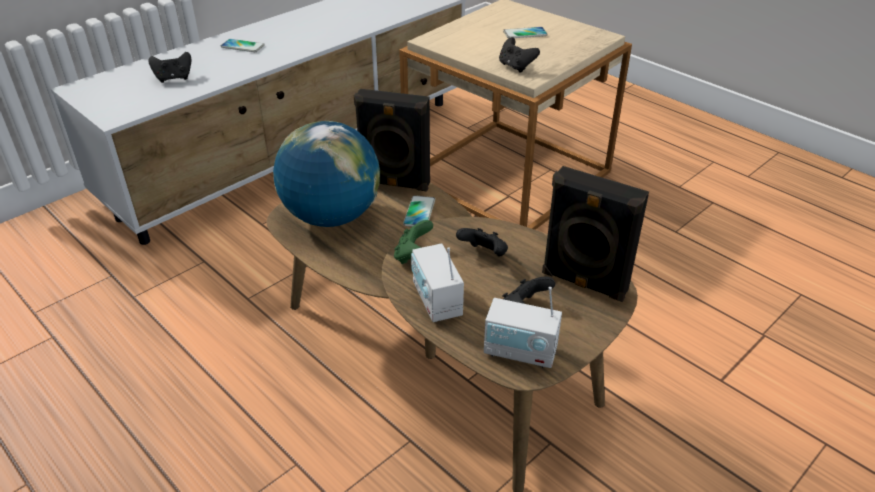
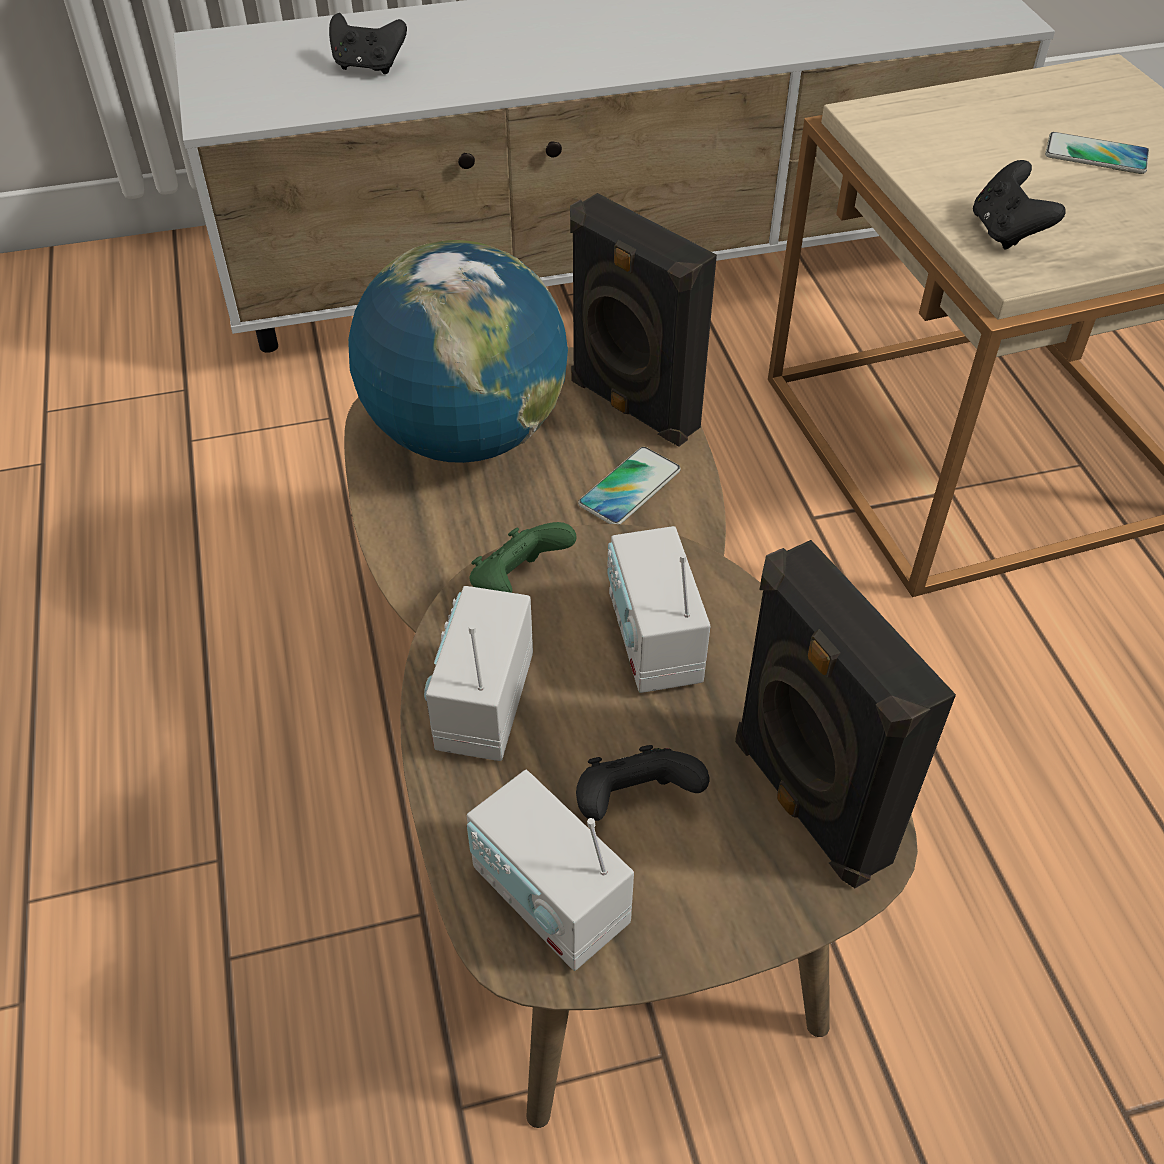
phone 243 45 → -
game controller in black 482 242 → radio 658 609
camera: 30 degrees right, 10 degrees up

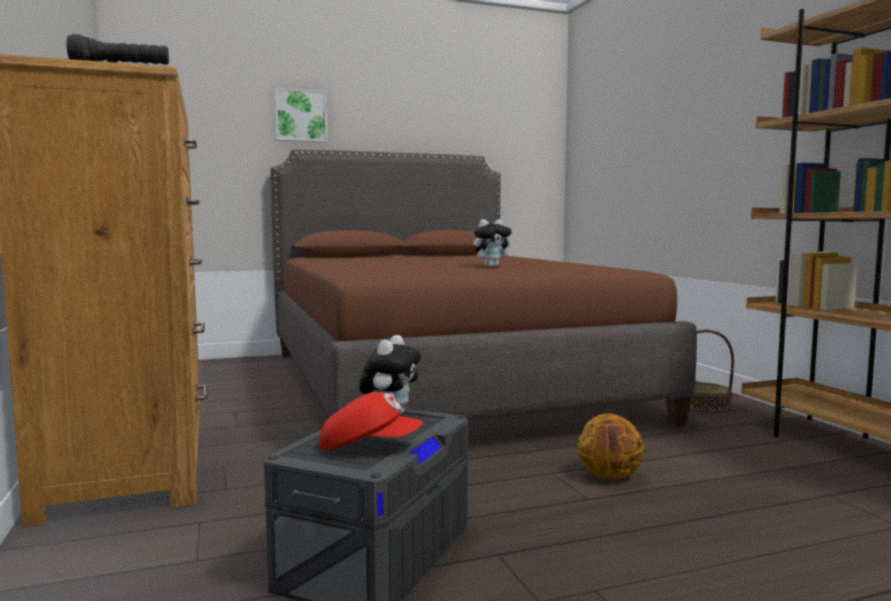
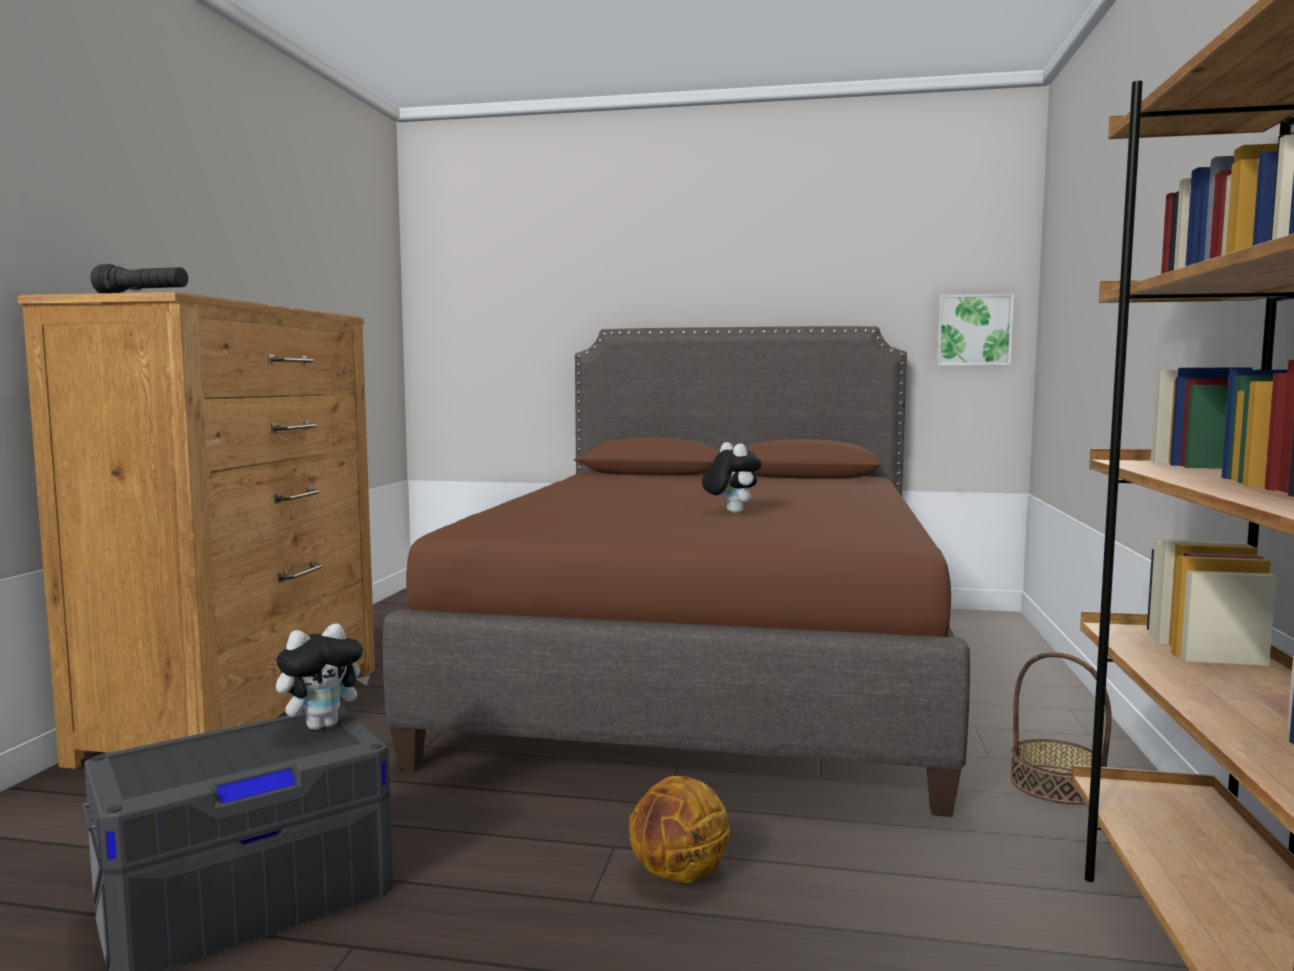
picture 301 115 → picture 975 330, relocated
cap in red 371 421 → -
plush toy 493 243 → plush toy 732 477, 120 degrees counterclockwise
camera: 30 degrees right, 0 degrees up

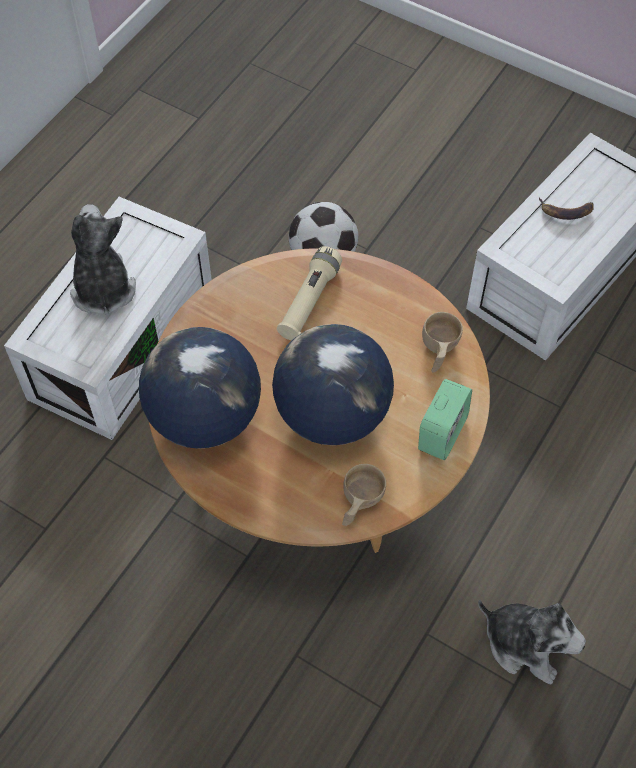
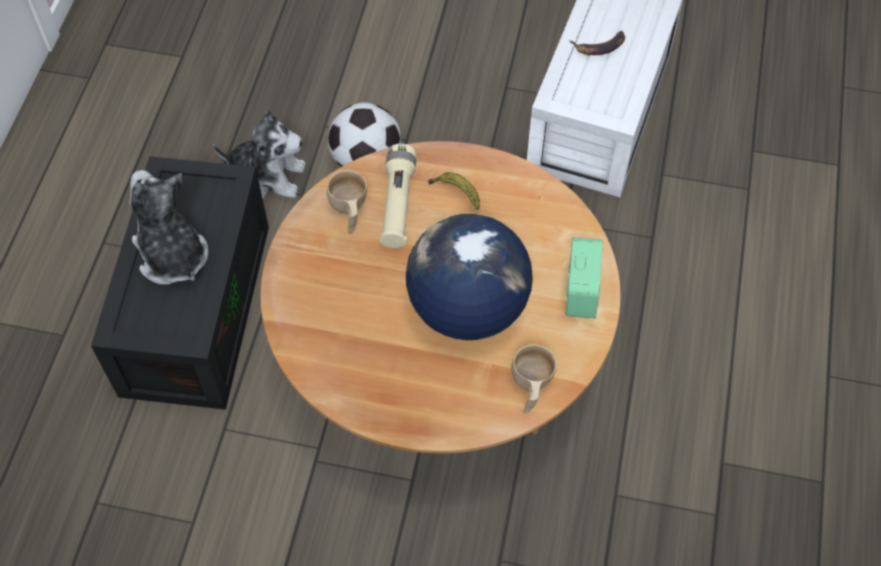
storage box in white 108 318 → storage box in black 180 283
globe 200 388 → -
cup in beige 442 342 → cup in beige 347 201, relocated
plush toy 532 642 → plush toy 259 154, relocated
- → banana 454 191
camera: 20 degrees left, 0 degrees up

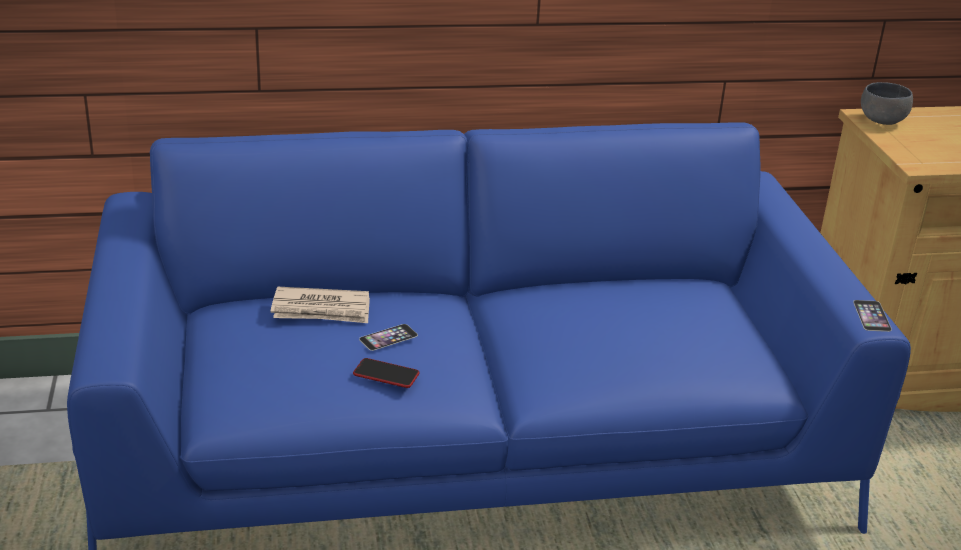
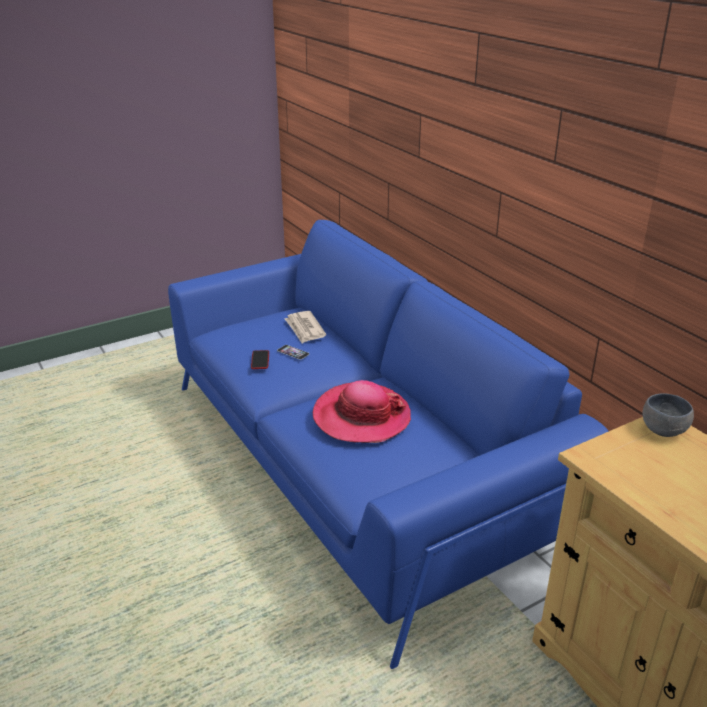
phone 872 316 → -
- → hat 362 411
camera: 70 degrees right, 0 degrees up

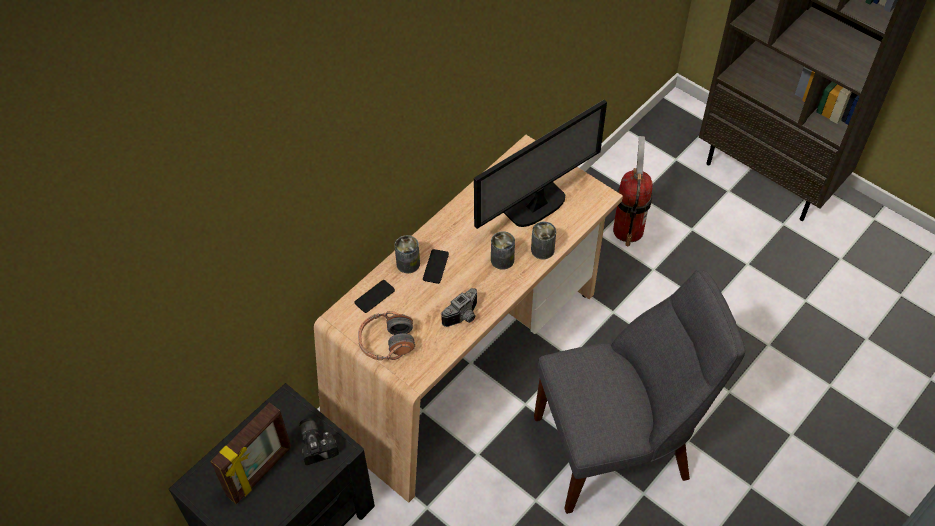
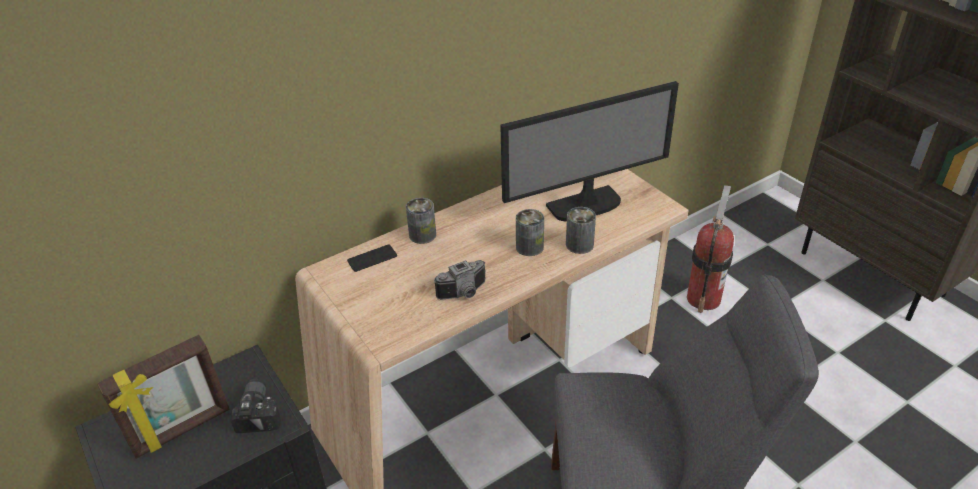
headphones 386 335 → -
phone 436 266 → -
camera: 15 degrees right, 15 degrees down

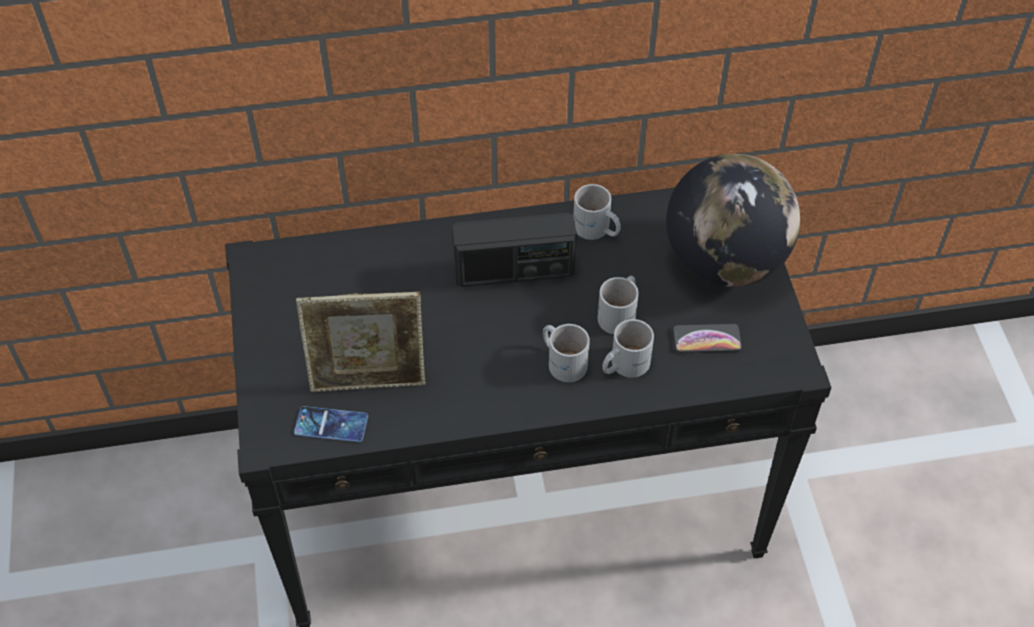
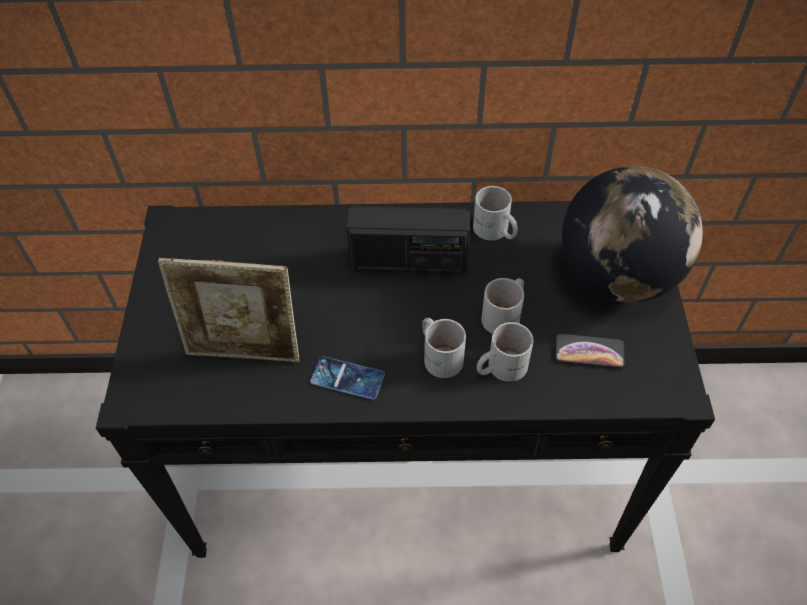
phone 331 424 → phone 347 378, relocated
camera: 10 degrees right, 0 degrees up

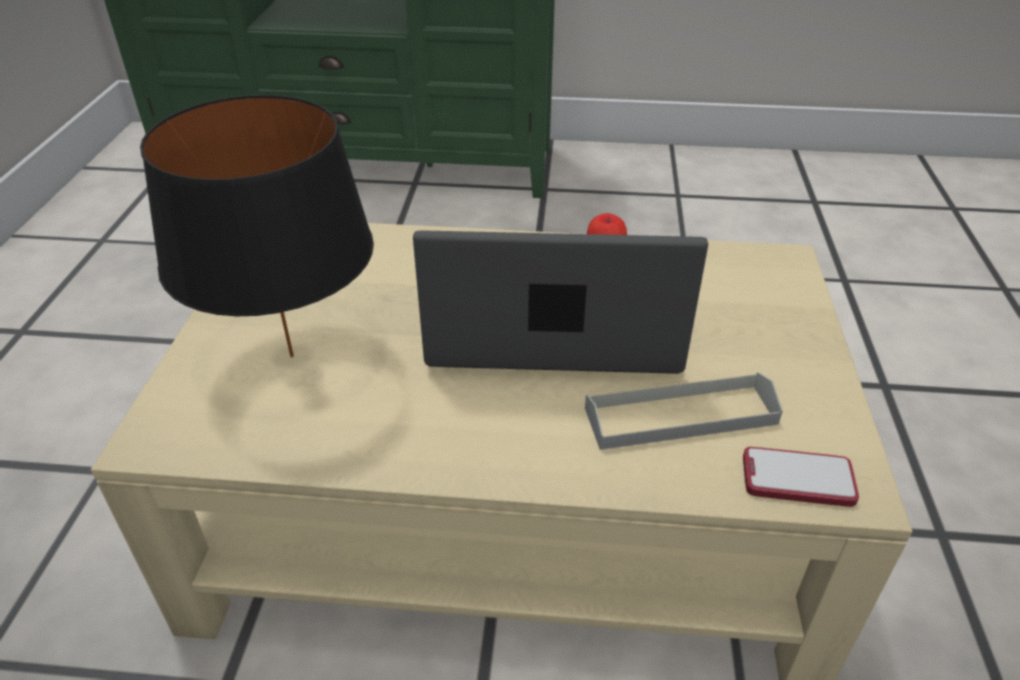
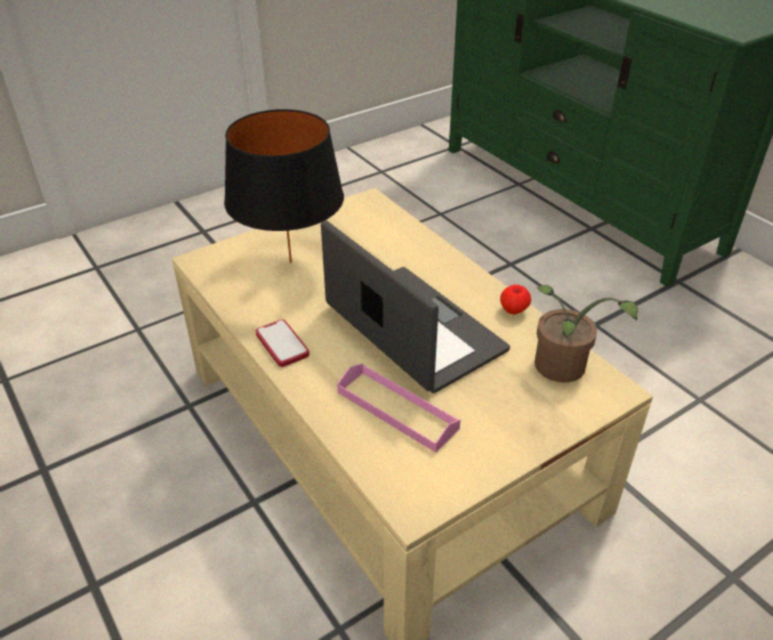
tray in grey 684 411 → tray in pink 399 408
phone 801 477 → phone 282 343, relocated
- → potted plant 586 333
camera: 50 degrees right, 0 degrees up

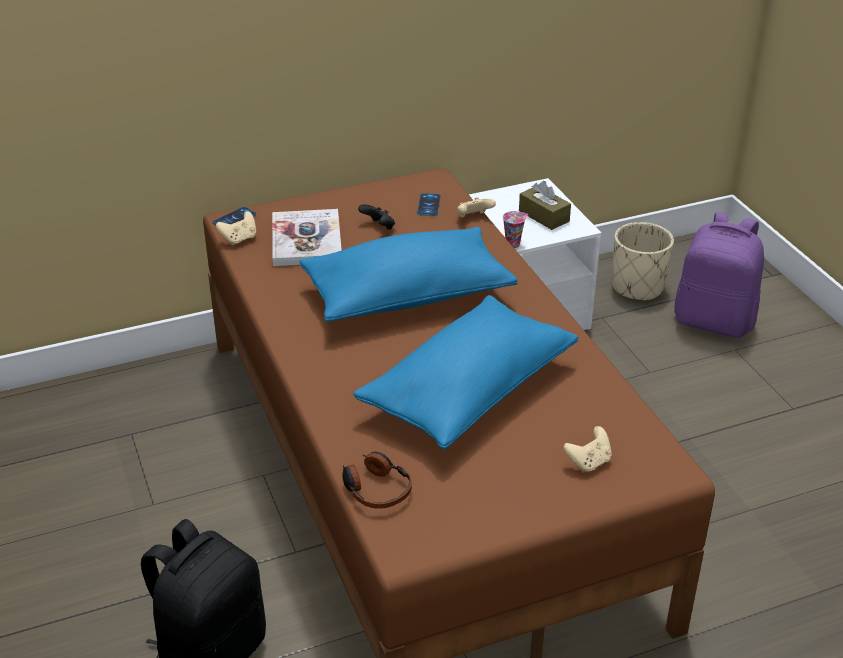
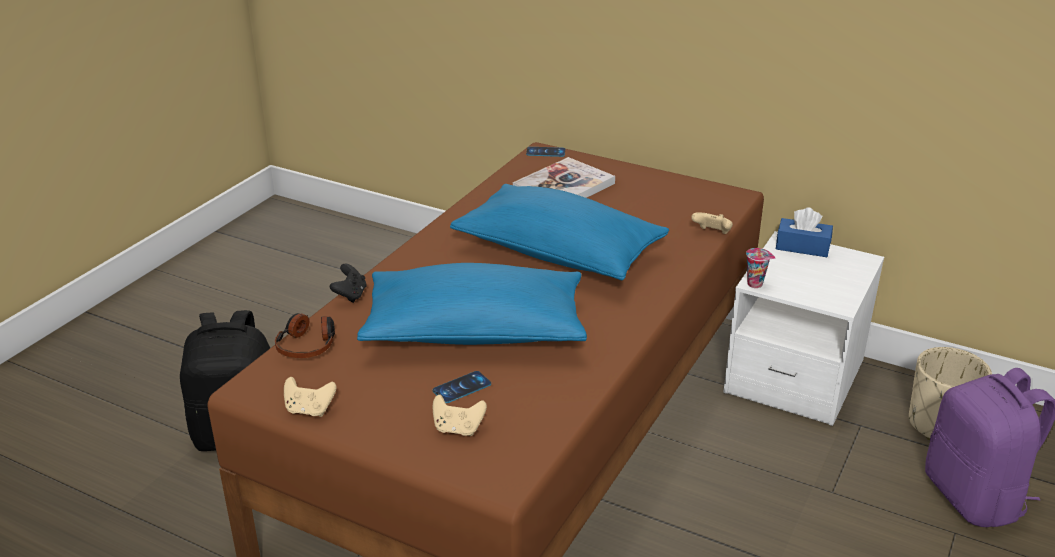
game controller in beige 236 228 → game controller in beige 310 397, relocated
game controller in black 376 217 → game controller in black 348 283, relocated
phone 429 204 → phone 461 387, relocated
tissue box in brown 545 205 → -
- → tissue box in blue 804 232
camera: 50 degrees right, 5 degrees down

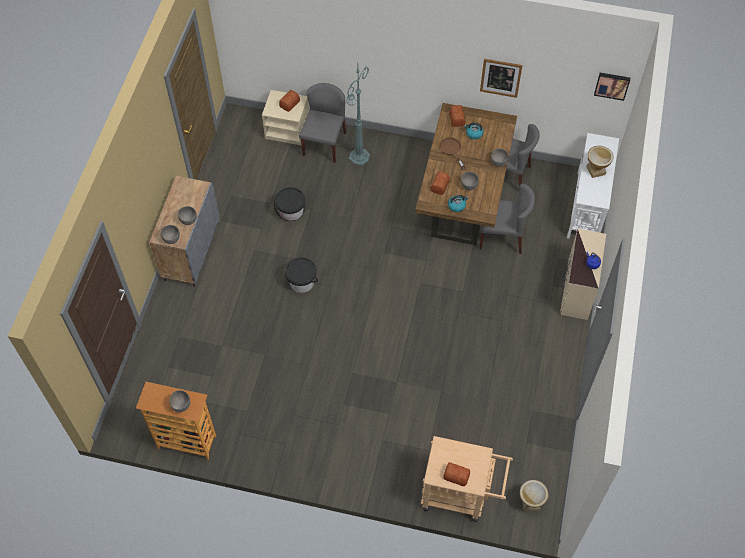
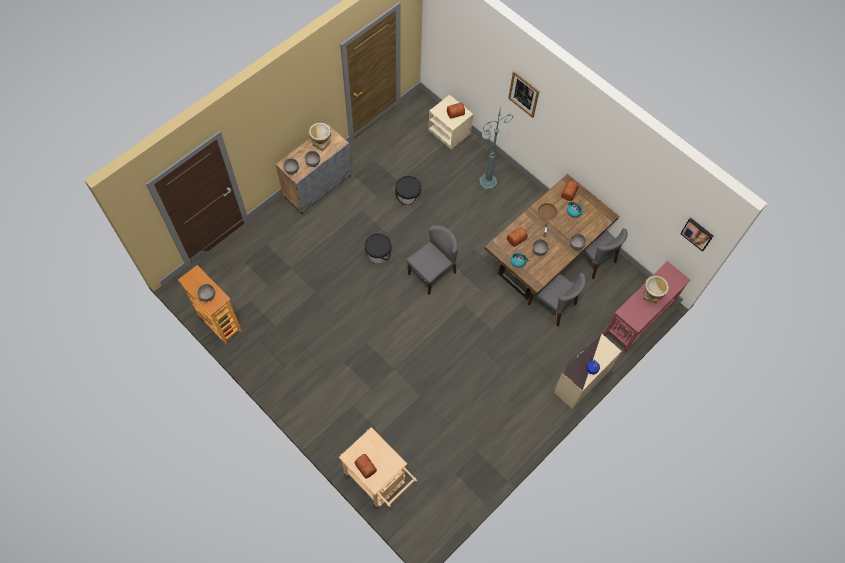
chair in grey 322 123 → chair in grey 432 260, relocated
picture 501 78 → picture 523 94, relocated
vase 534 495 → vase 320 136, relocated
console table in white 593 185 → console table in red 647 307
camera: 30 degrees right, 5 degrees up

